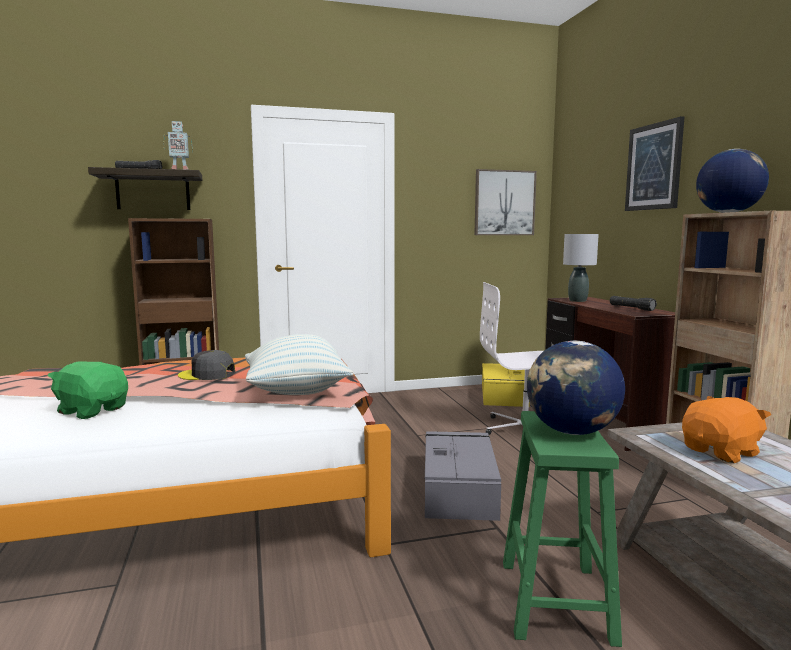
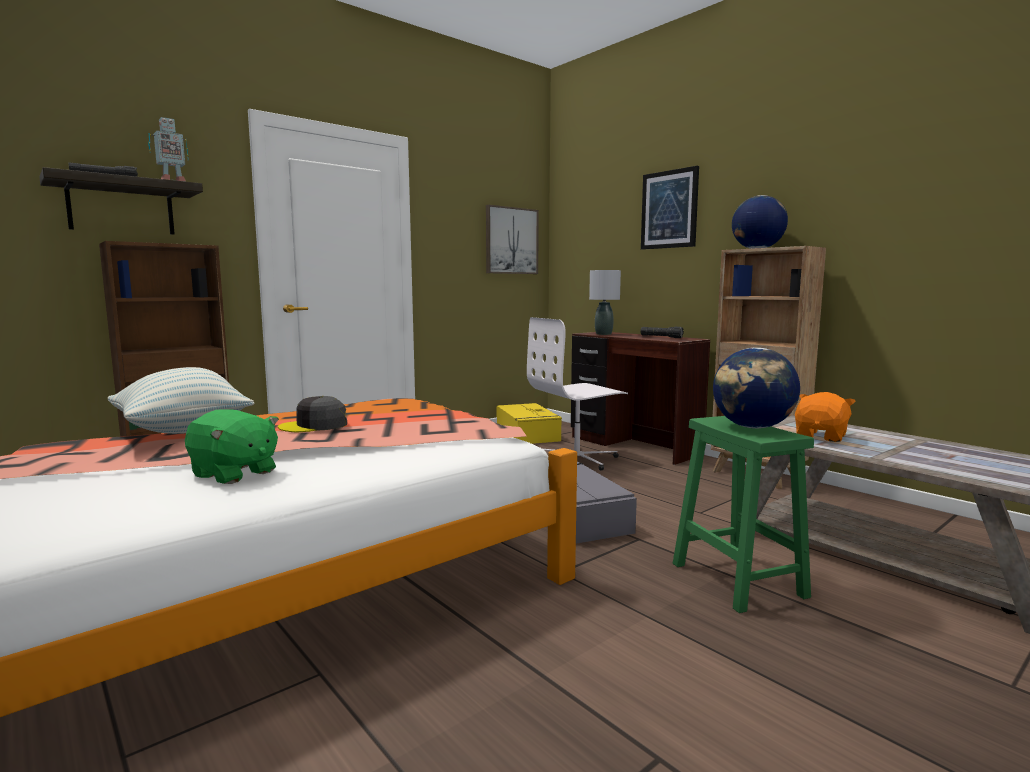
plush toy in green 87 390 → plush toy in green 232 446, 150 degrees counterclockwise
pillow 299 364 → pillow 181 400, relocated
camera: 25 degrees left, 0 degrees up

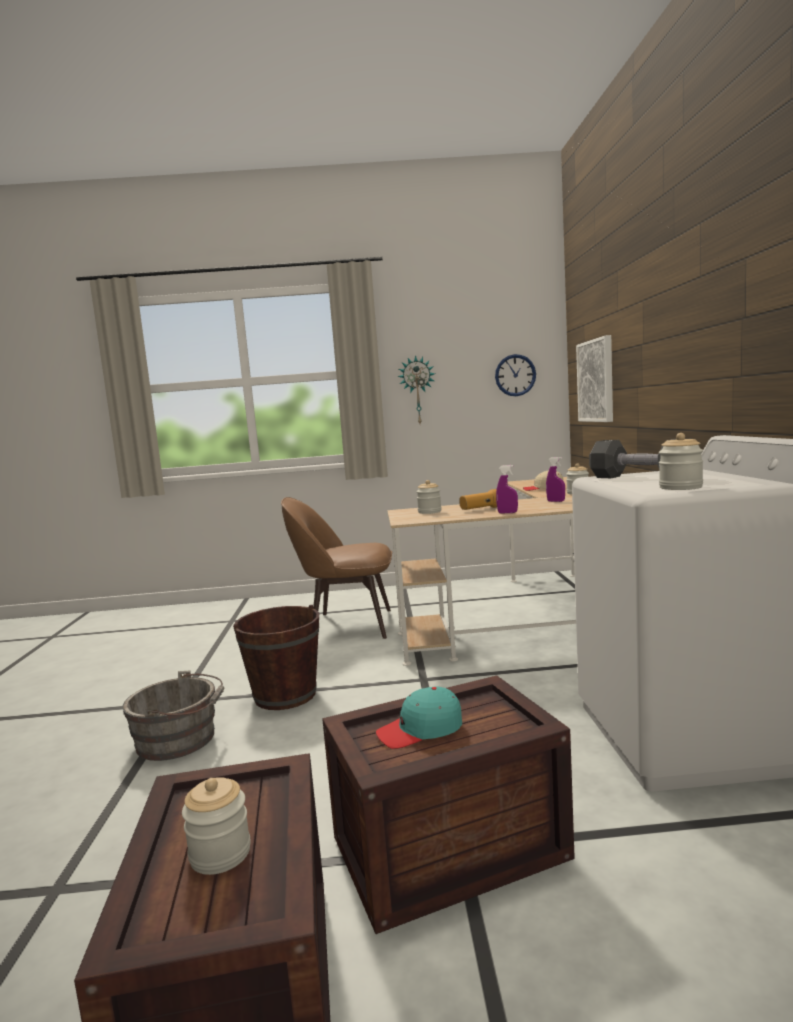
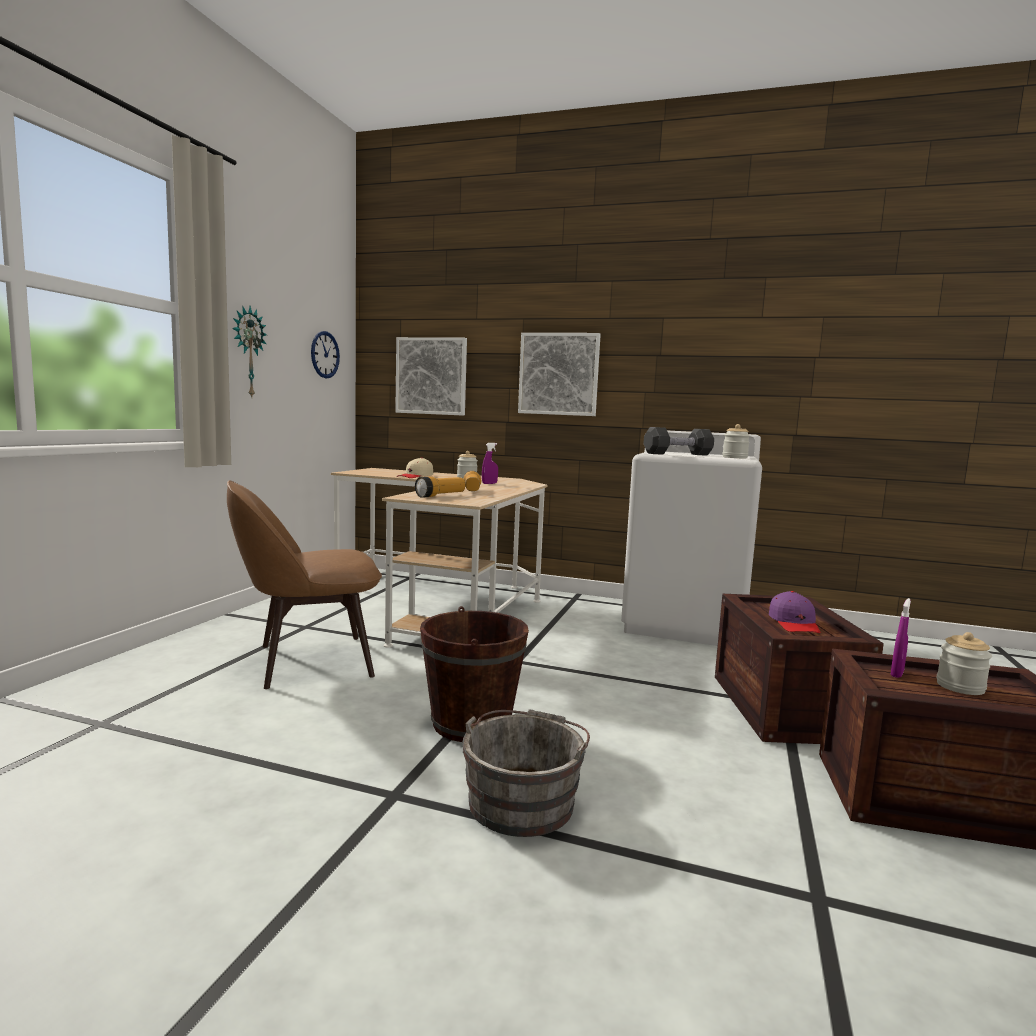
chair in brown 336 568 → chair in brown 304 584, 45 degrees clockwise
cap in turquoise 419 718 → cap in purple 795 612
jar 428 497 → flashlight 440 487
spray bottle in purple 507 489 → spray bottle in purple 901 638, relocated
- → picture 559 374
camera: 70 degrees left, 0 degrees up

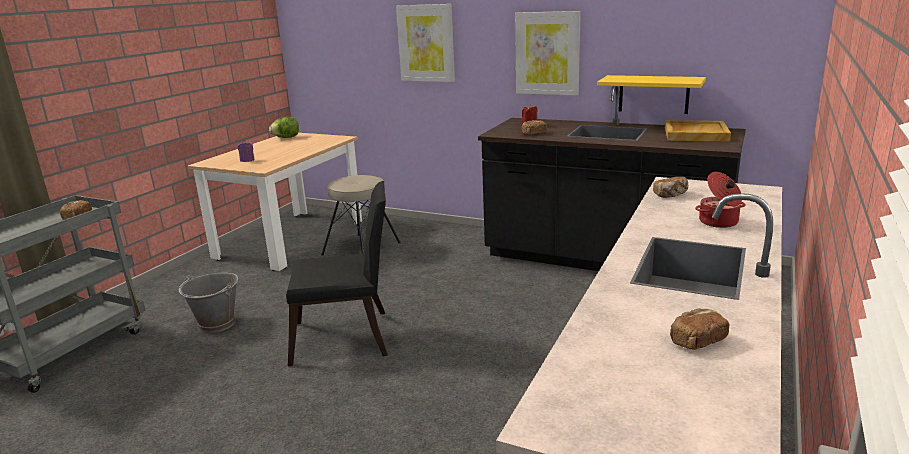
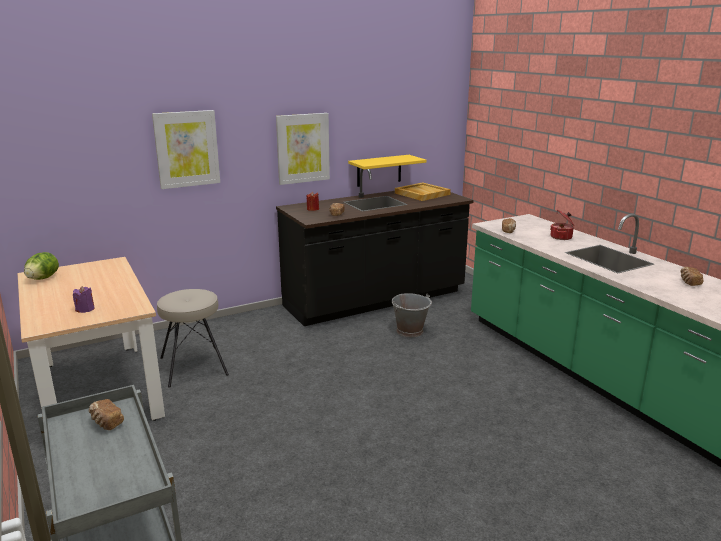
bucket in grey 208 303 → bucket in grey 412 315, relocated
chair in black 337 273 → -
camera: 55 degrees left, 0 degrees up

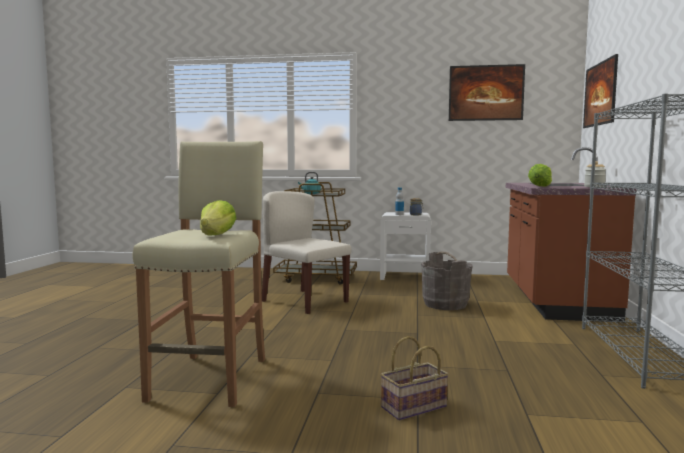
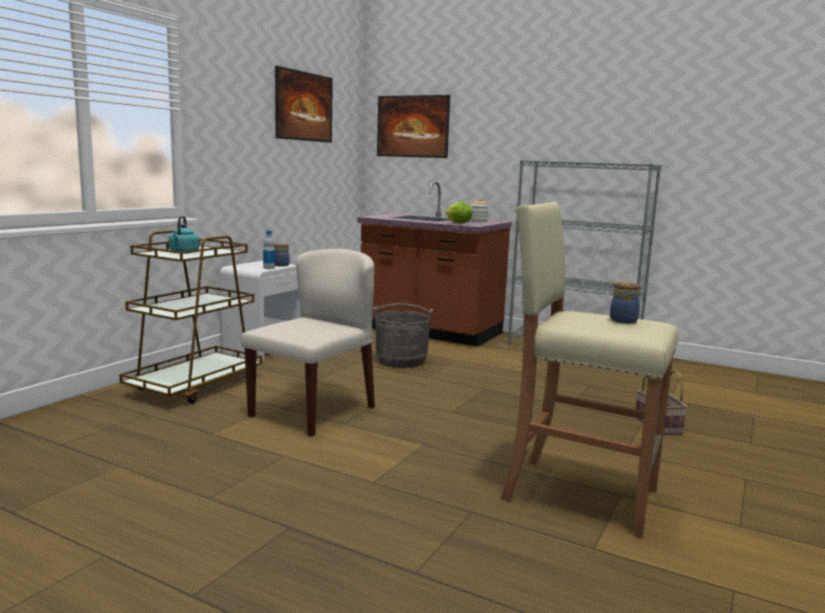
lettuce 218 217 → jar 625 302
chair in beige 306 252 → chair in beige 308 343, 150 degrees clockwise
camera: 70 degrees left, 5 degrees up

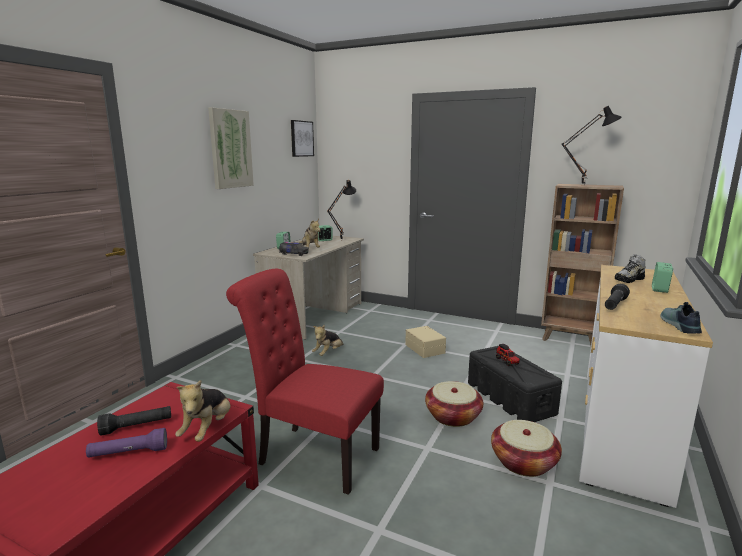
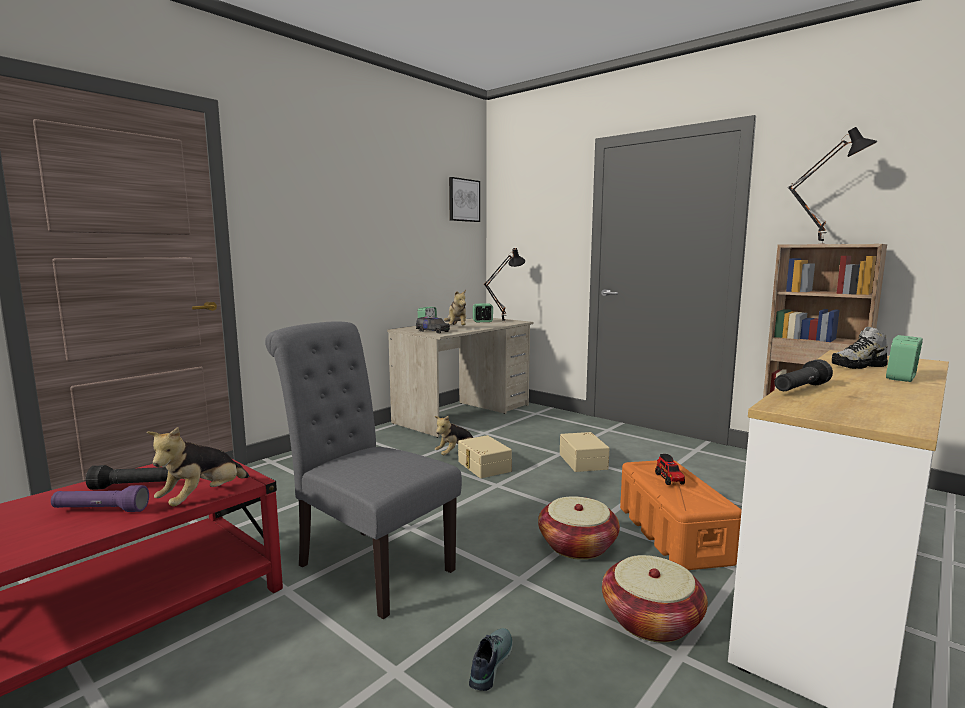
picture 231 148 → -
chair in red 305 382 → chair in grey 363 470
storage box in black 515 384 → storage box in orange 681 515
shoe 681 318 → shoe 491 659, relocated
- → storage box in beige 485 456
camera: 15 degrees right, 5 degrees down

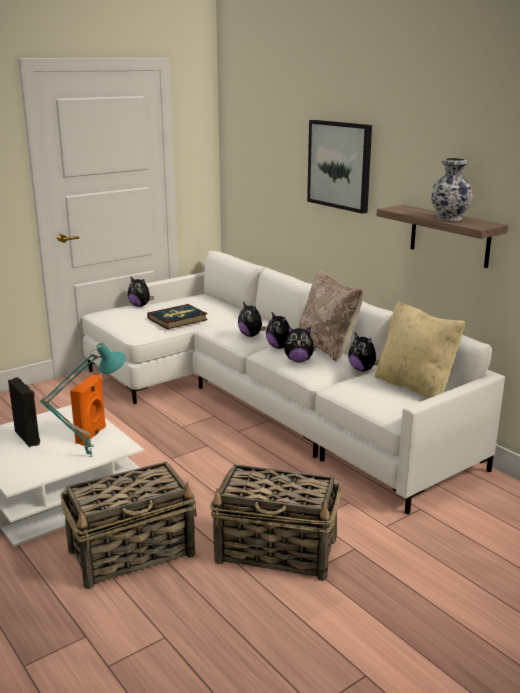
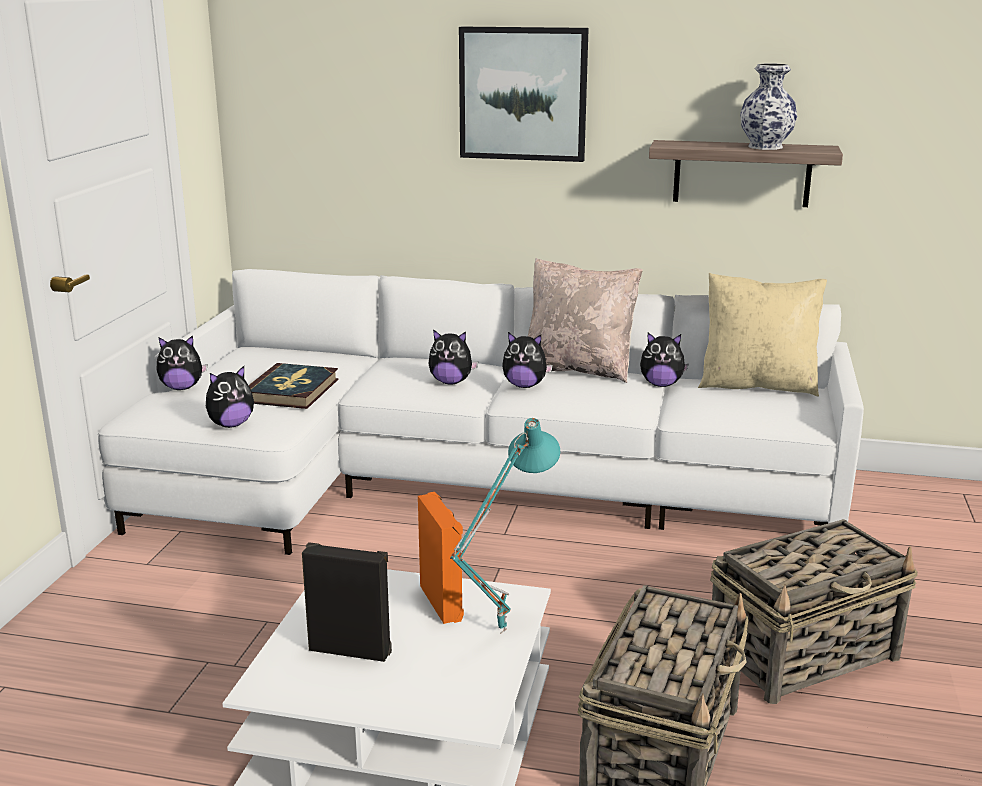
plush toy 300 344 → plush toy 230 397, relocated
camera: 40 degrees left, 0 degrees up

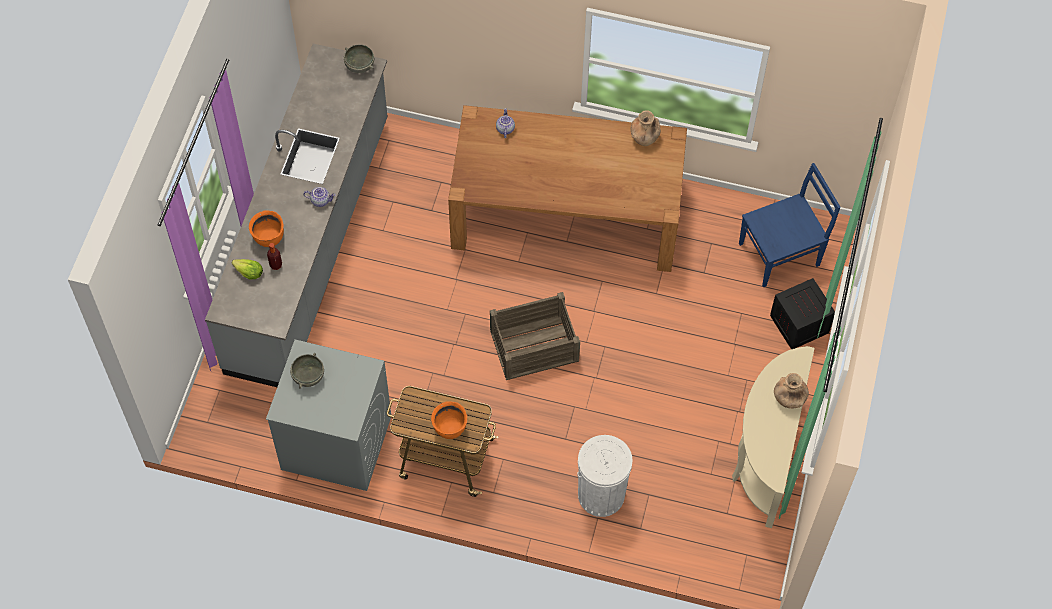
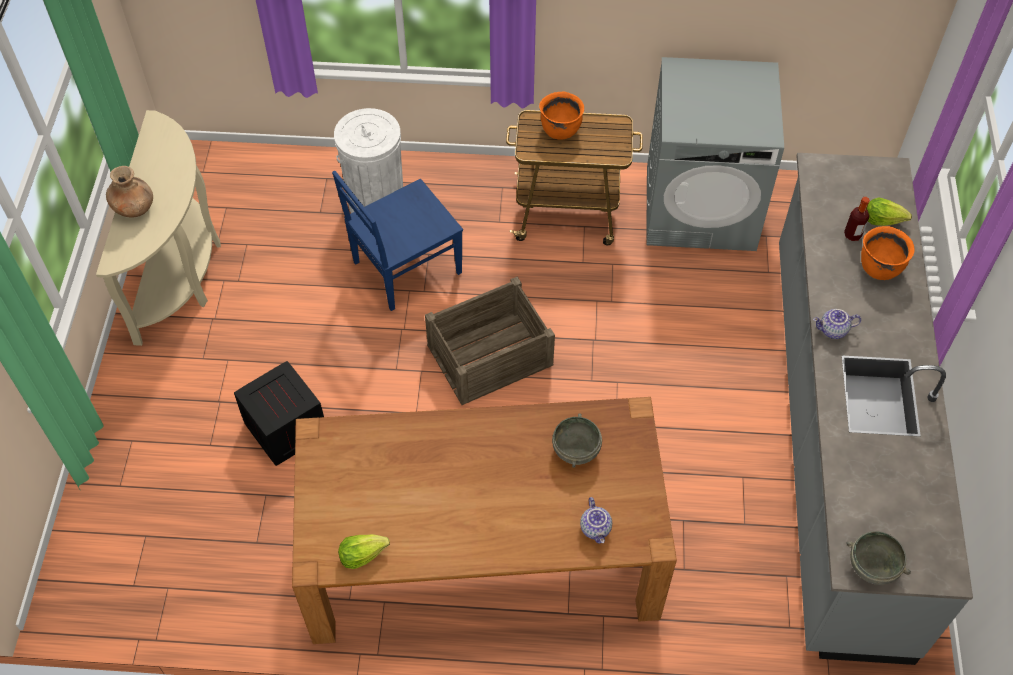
bowl in grey 307 371 → bowl in grey 577 441, relocated
vase in brown 645 128 → lettuce 364 551
chair in blue 790 225 → chair in blue 397 241, relocated
crate 802 313 → crate 279 413, relocated
camera: 170 degrees right, 5 degrees down

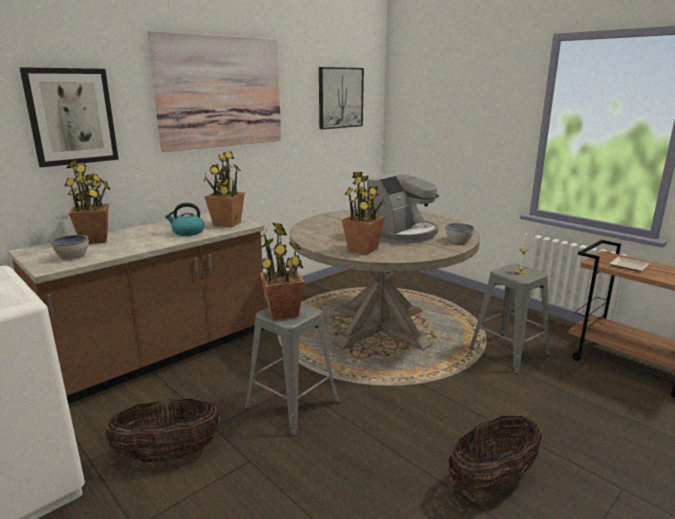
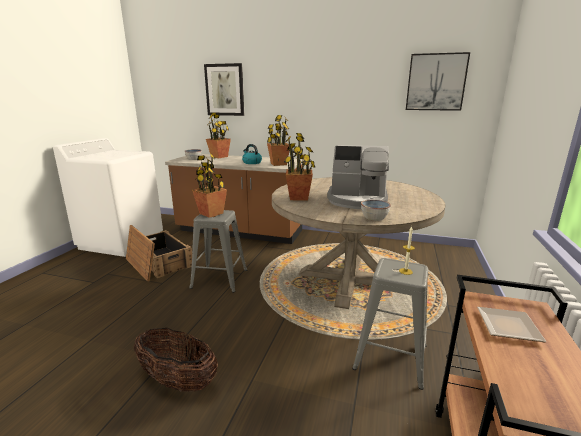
basket 162 430 → crate 159 253
picture 214 91 → -
camera: 60 degrees right, 0 degrees up

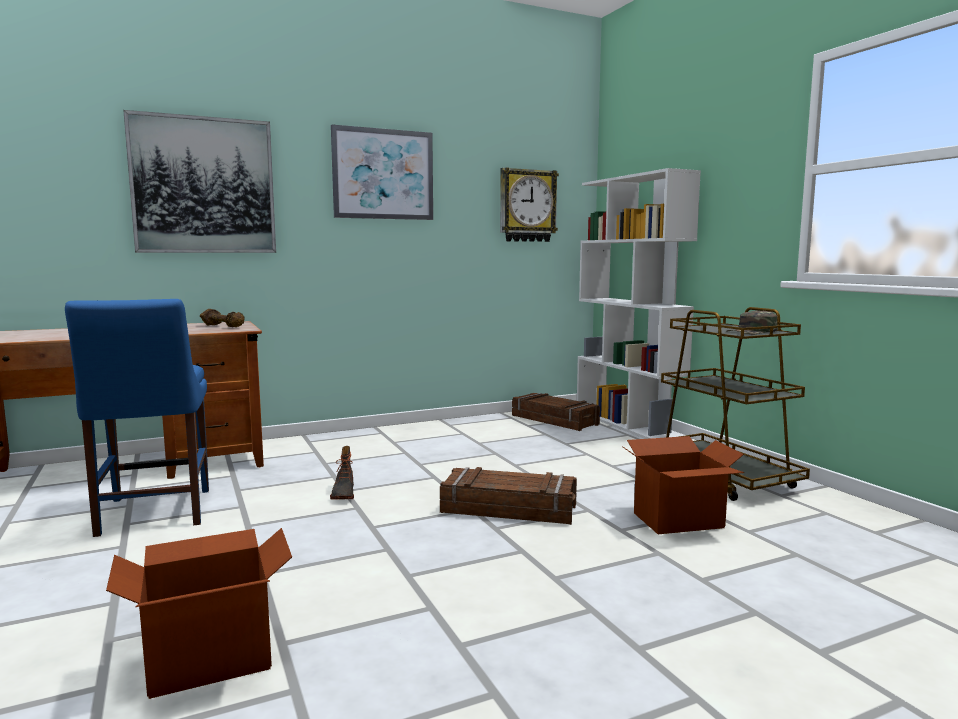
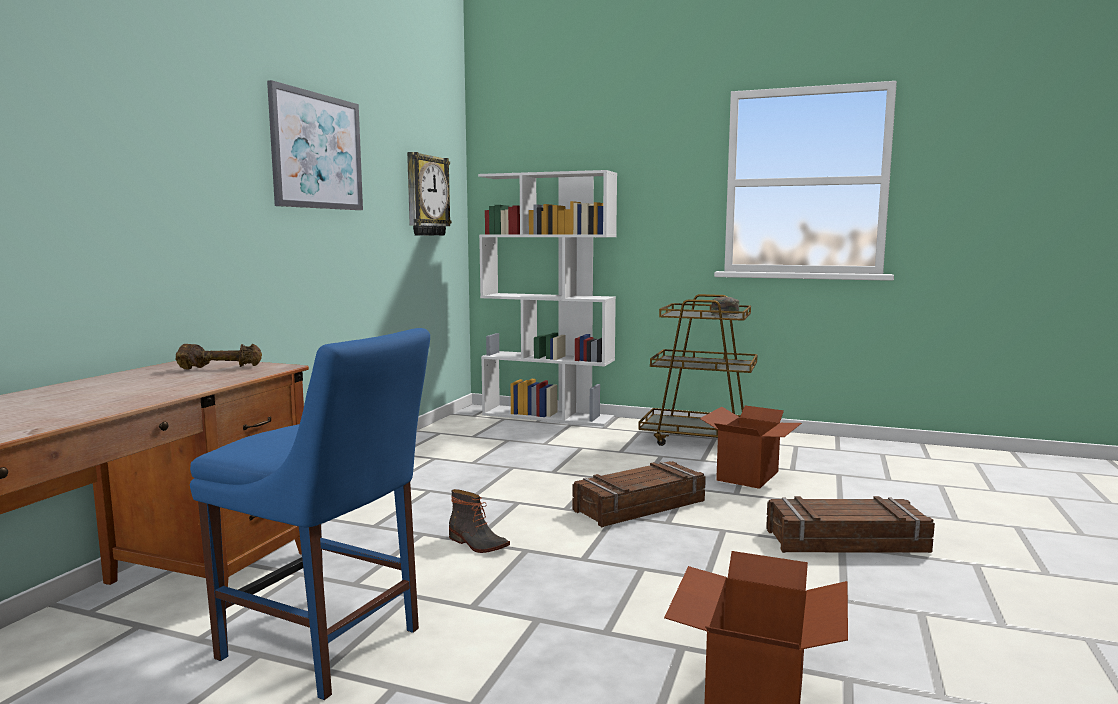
picture 199 181 → -
crate 556 412 → crate 850 524, relocated
camera: 45 degrees left, 0 degrees up

